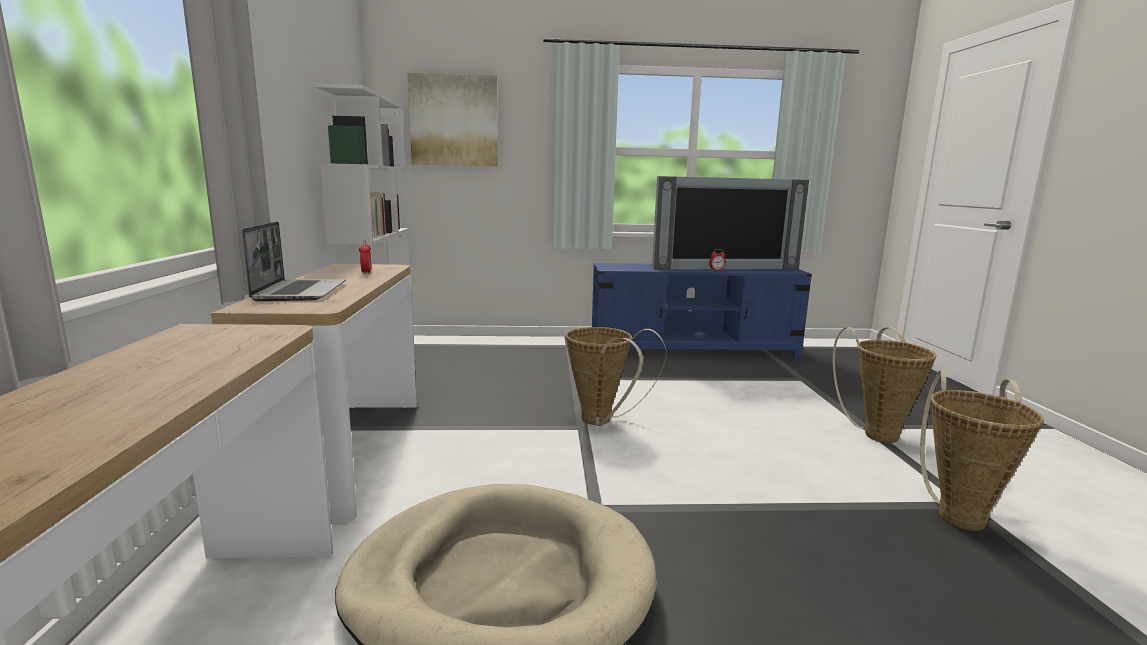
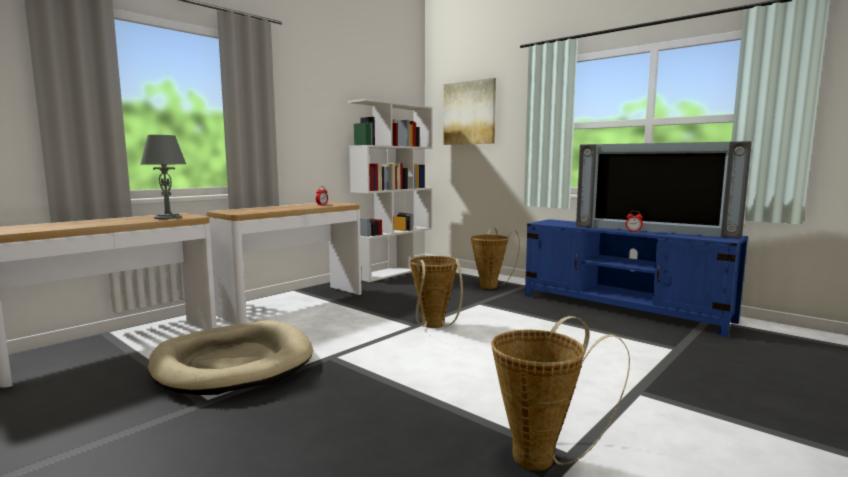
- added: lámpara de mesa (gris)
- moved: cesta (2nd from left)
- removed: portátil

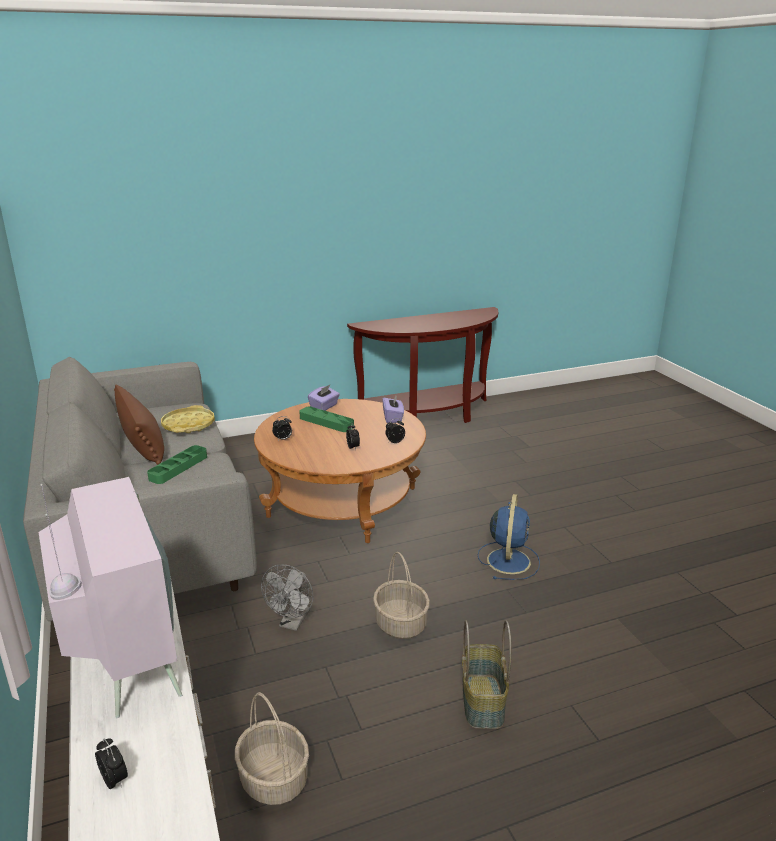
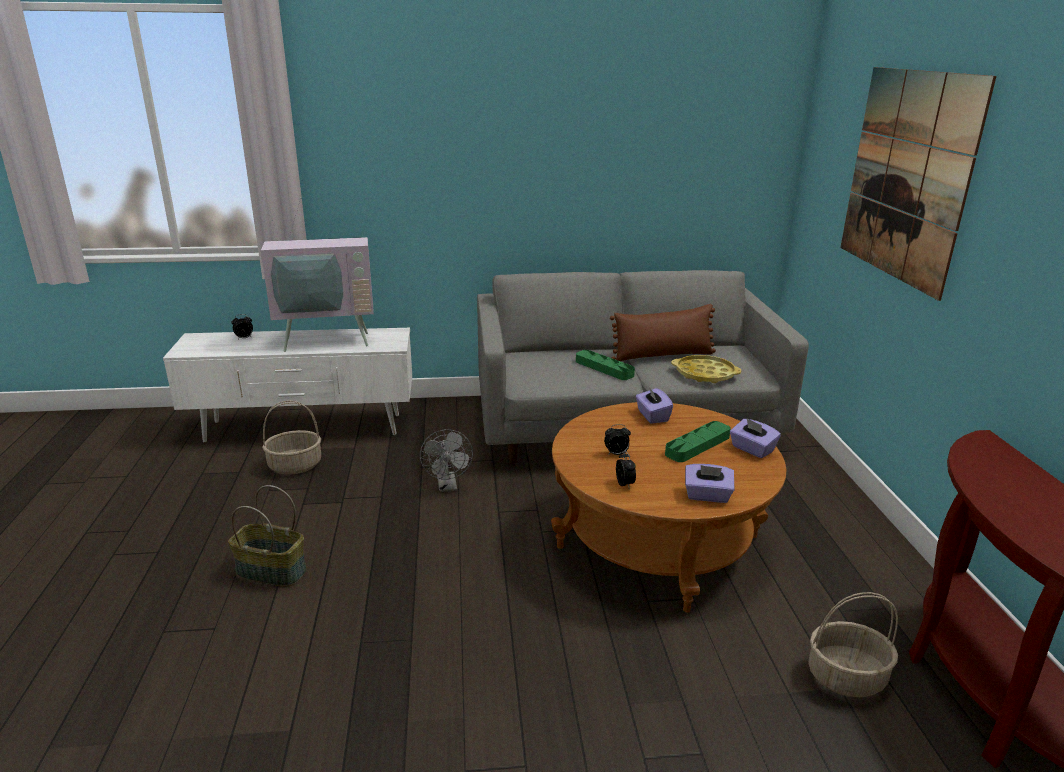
- turned: ventilador (gris) 135 degrees counterclockwise
- replaced: despertador (2nd from left) to caja de pañuelos (morado) (1st from left)
- moved: cesta (2nd from left in the first image) to cesta (3rd from left)
- added: cuadro
- removed: ventilador (azul)

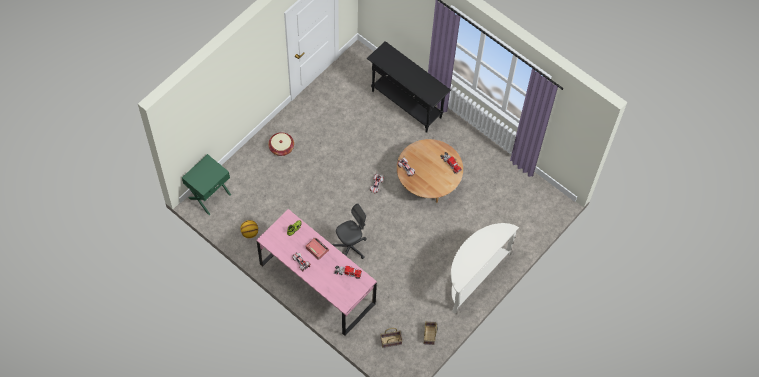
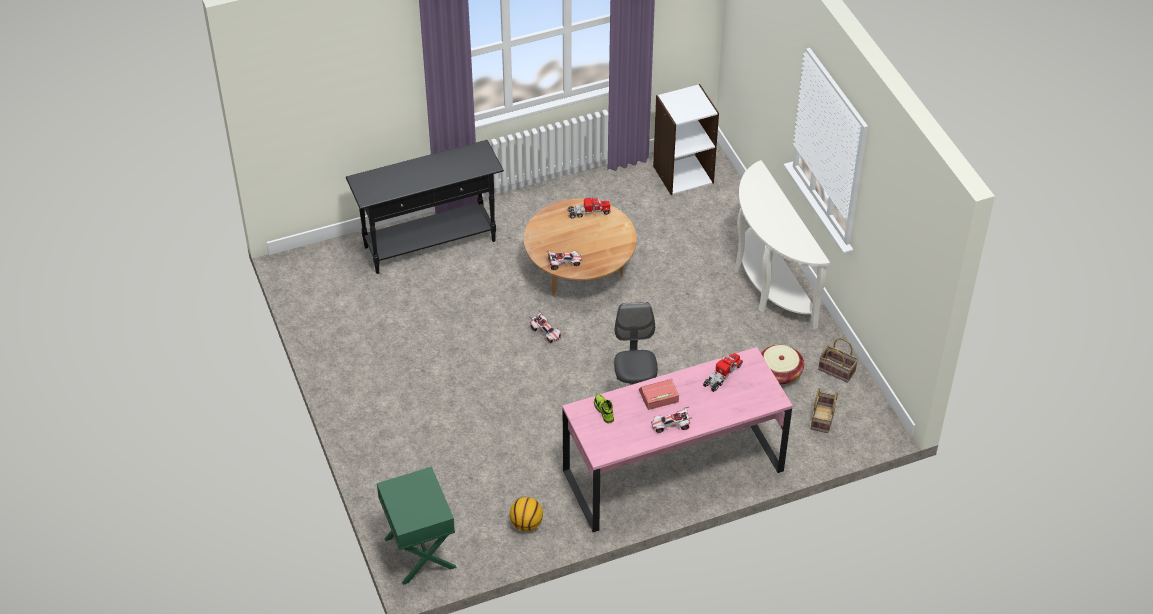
- added: estantería (blanco)
- moved: cesta (1st from left)

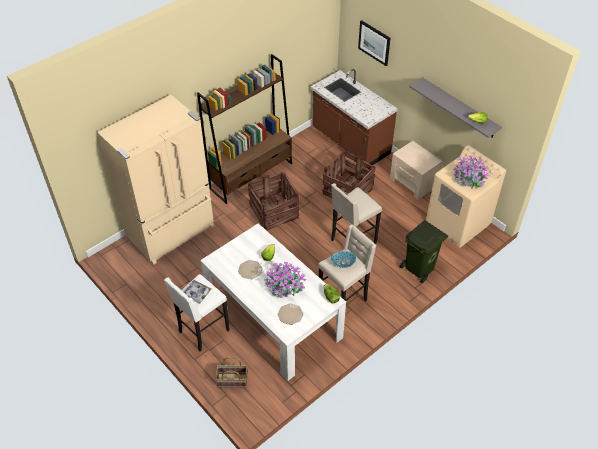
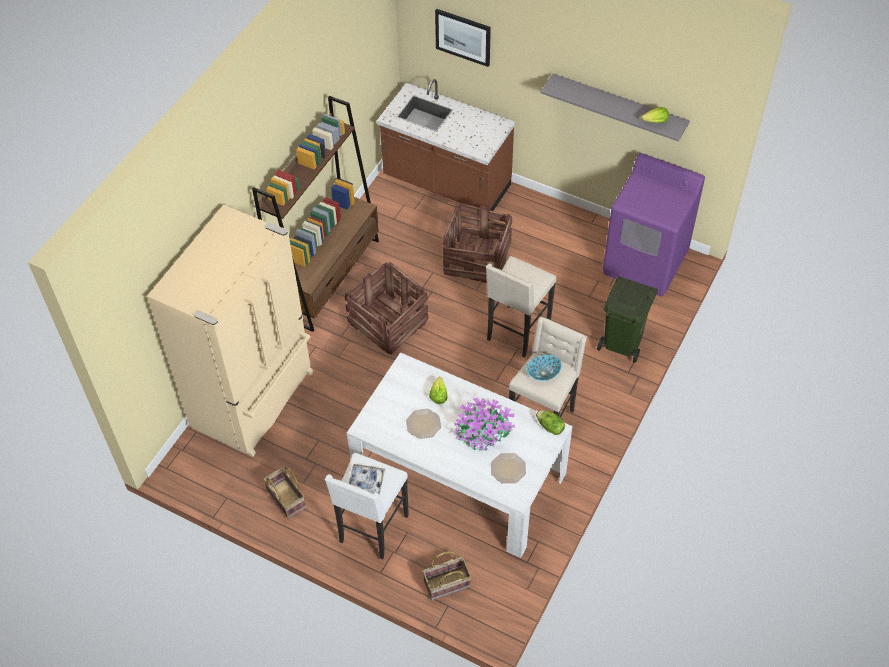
- added: cesta (1st from left)
- recoloured: lavadora (beis) to lavadora (morado)
- removed: mesita de noche (beis)
- removed: planta en maceta (2nd from left)

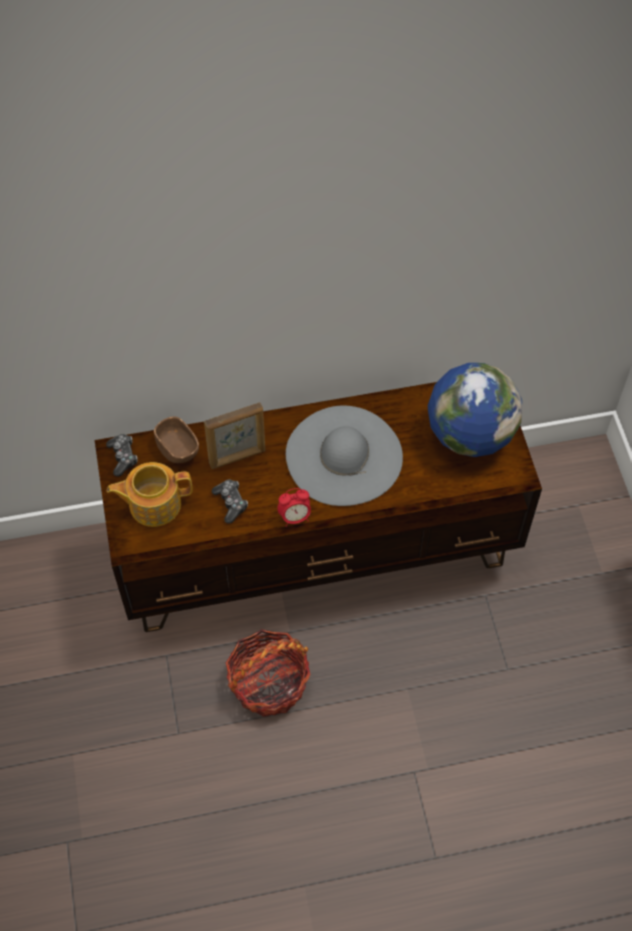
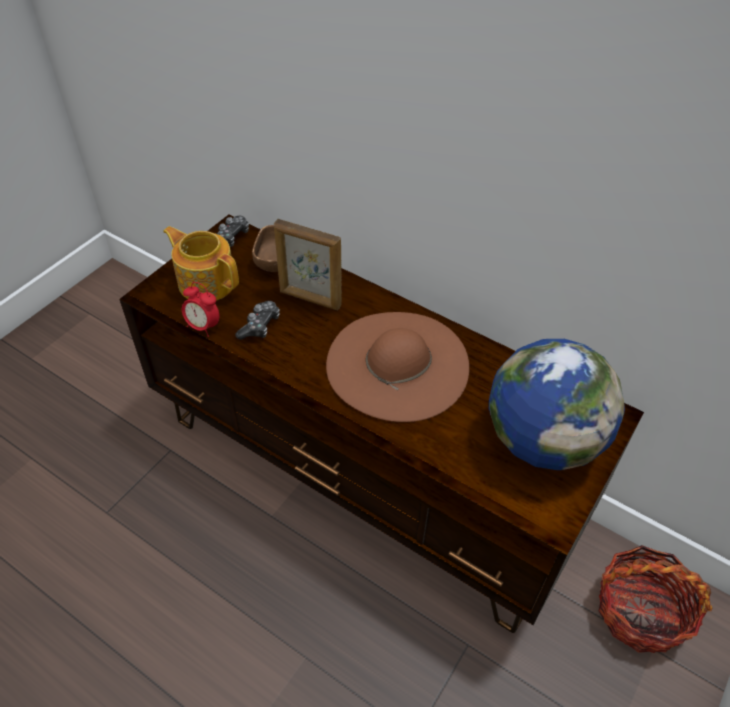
- moved: despertador
- recoloured: sombrero (gris) to sombrero (marrón)
- moved: cesta

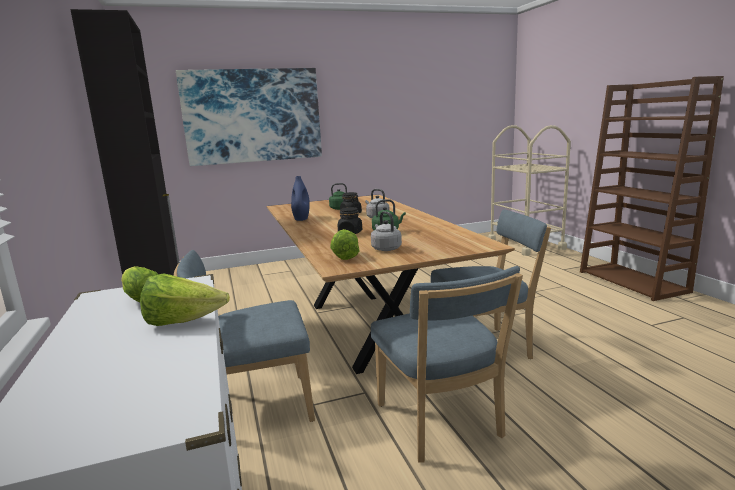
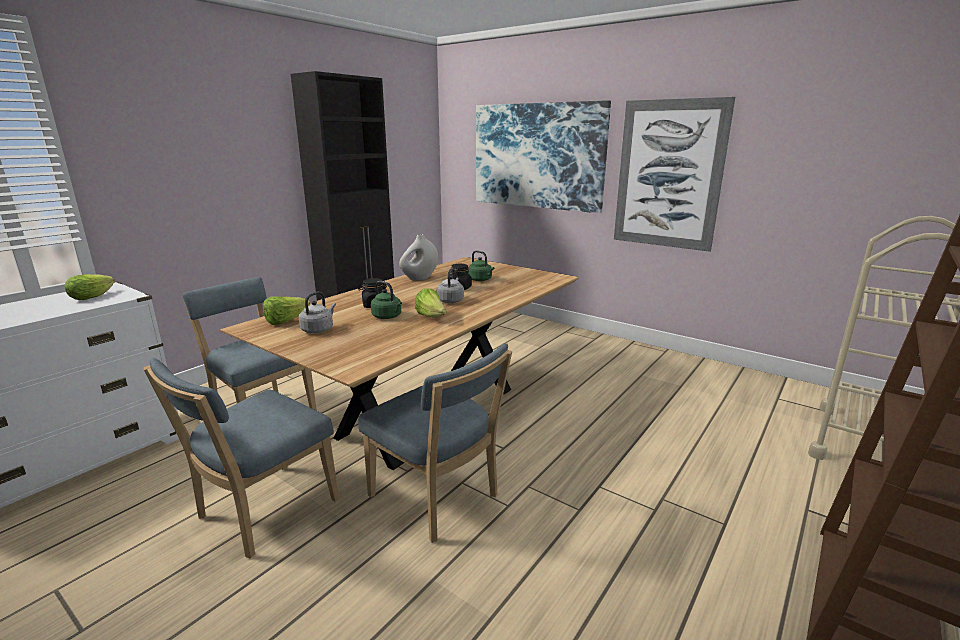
- recoloured: florero (azul) to florero (blanco)
- moved: lechuga (2nd from left in the first image) to lechuga (3rd from left)
- added: cuadro (2nd from left)

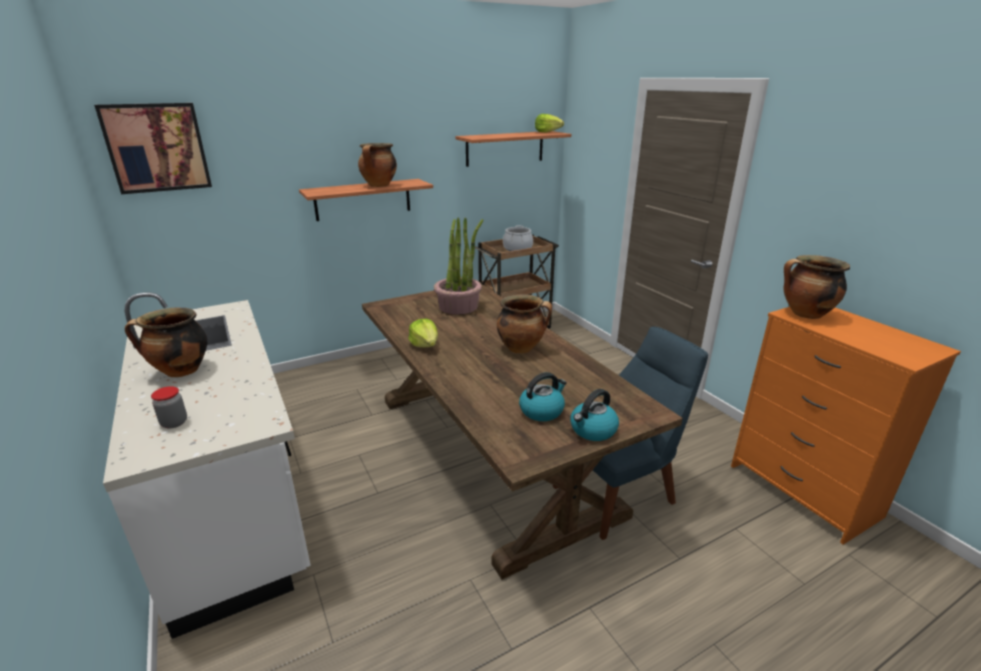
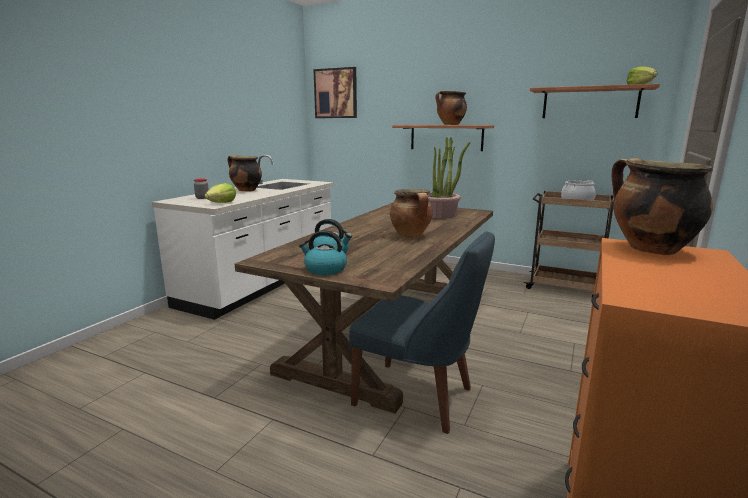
- moved: lechuga (1st from left)

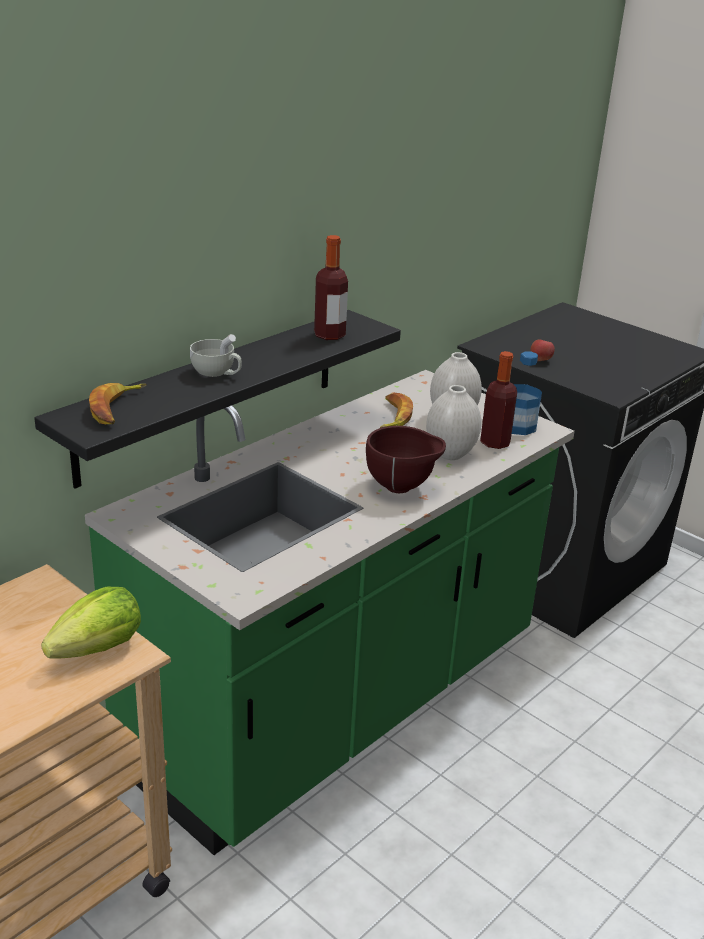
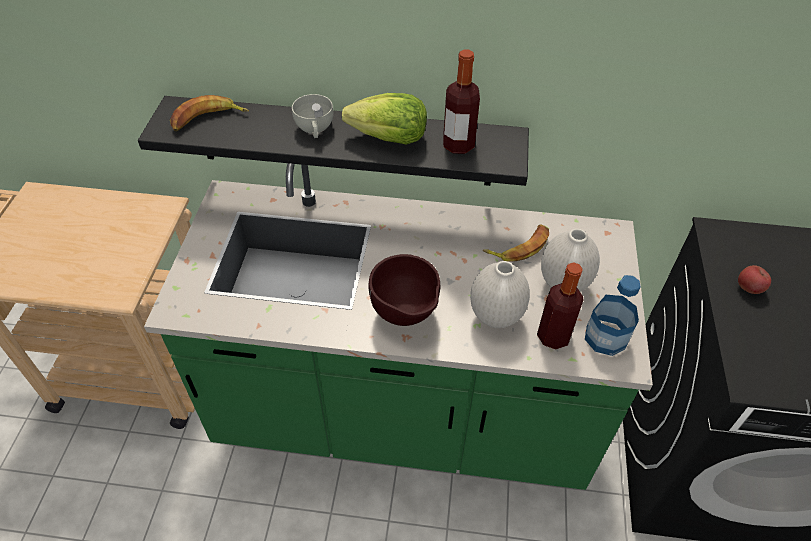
- moved: lechuga

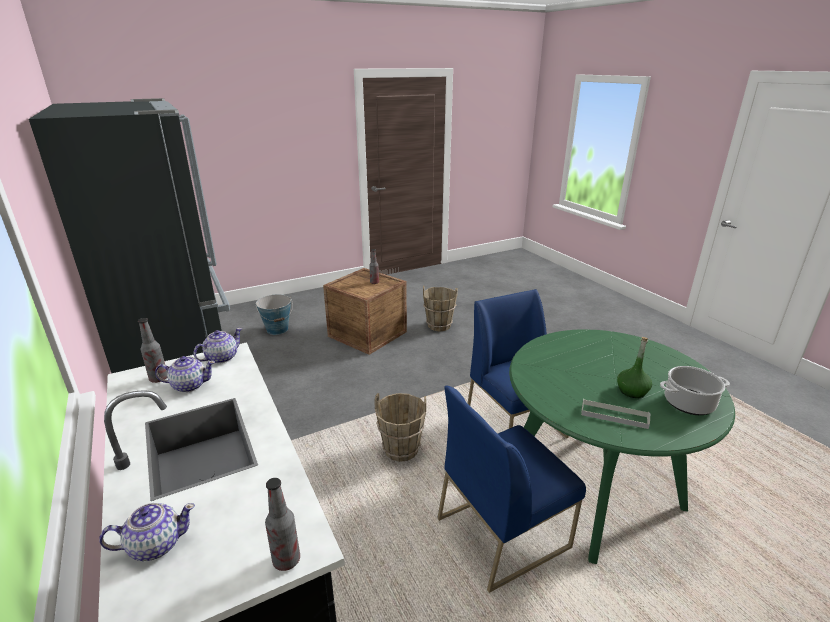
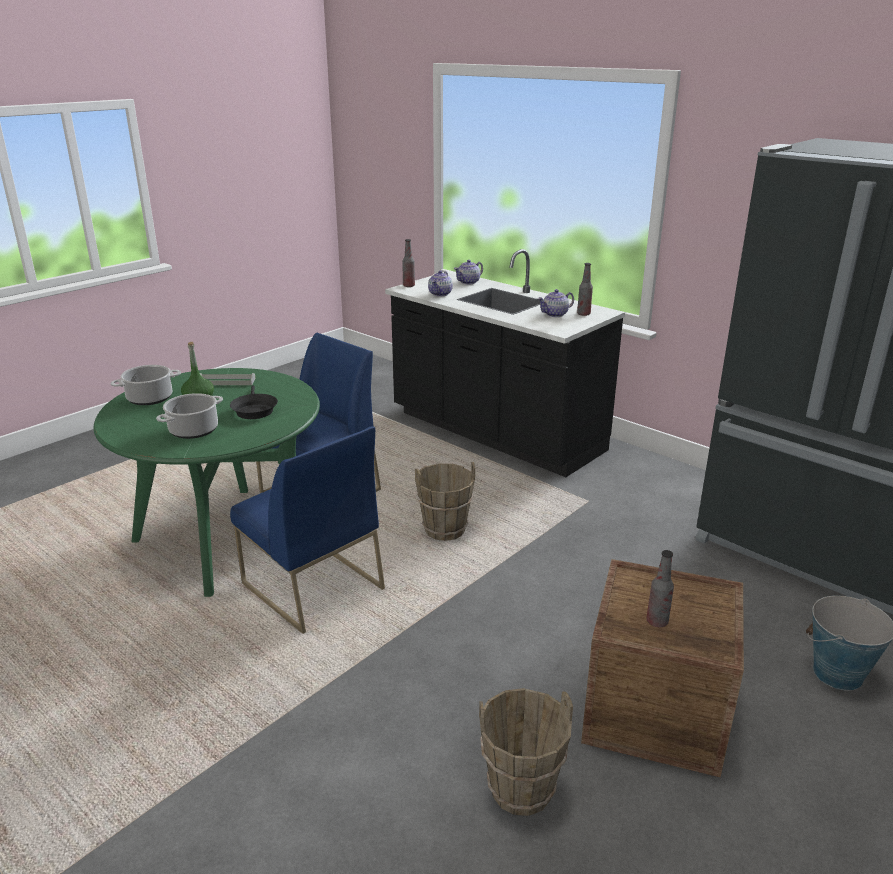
- added: olla (2nd from left)
- added: sartén (negro)
- moved: tetera (3rd from left in the first image) to tetera (1st from left)

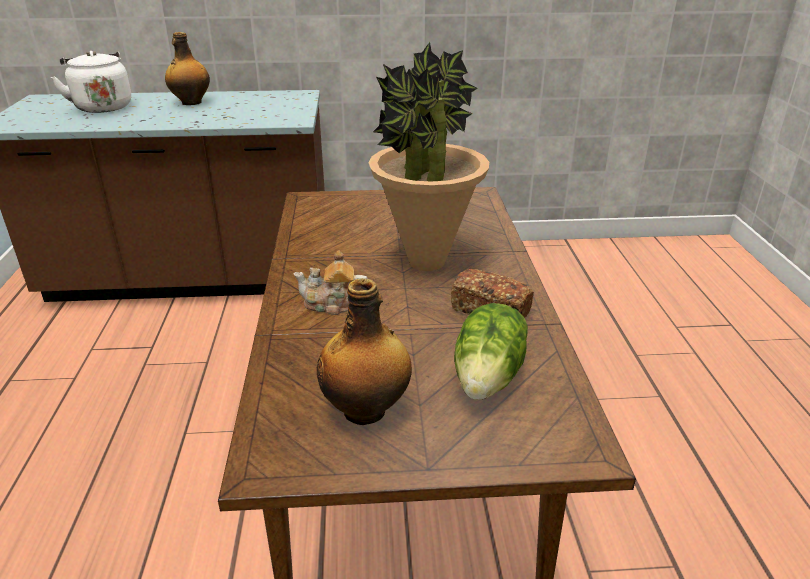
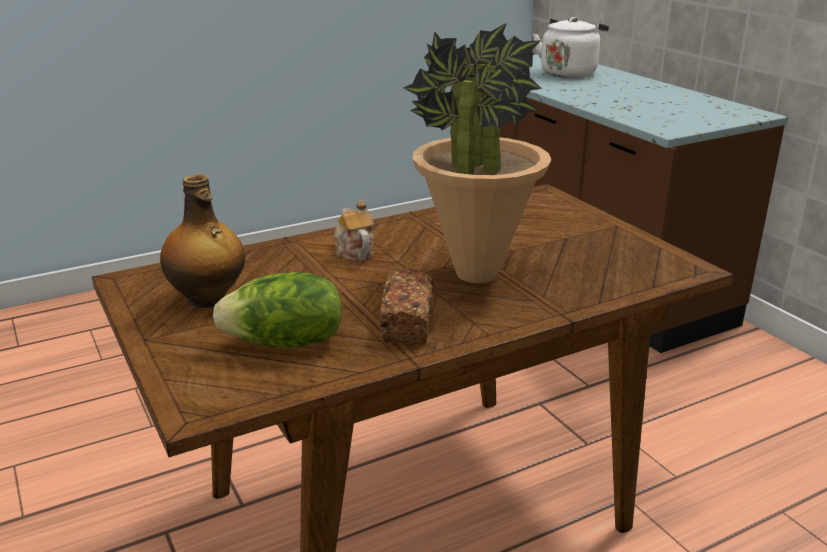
- removed: botella (1st from left)

